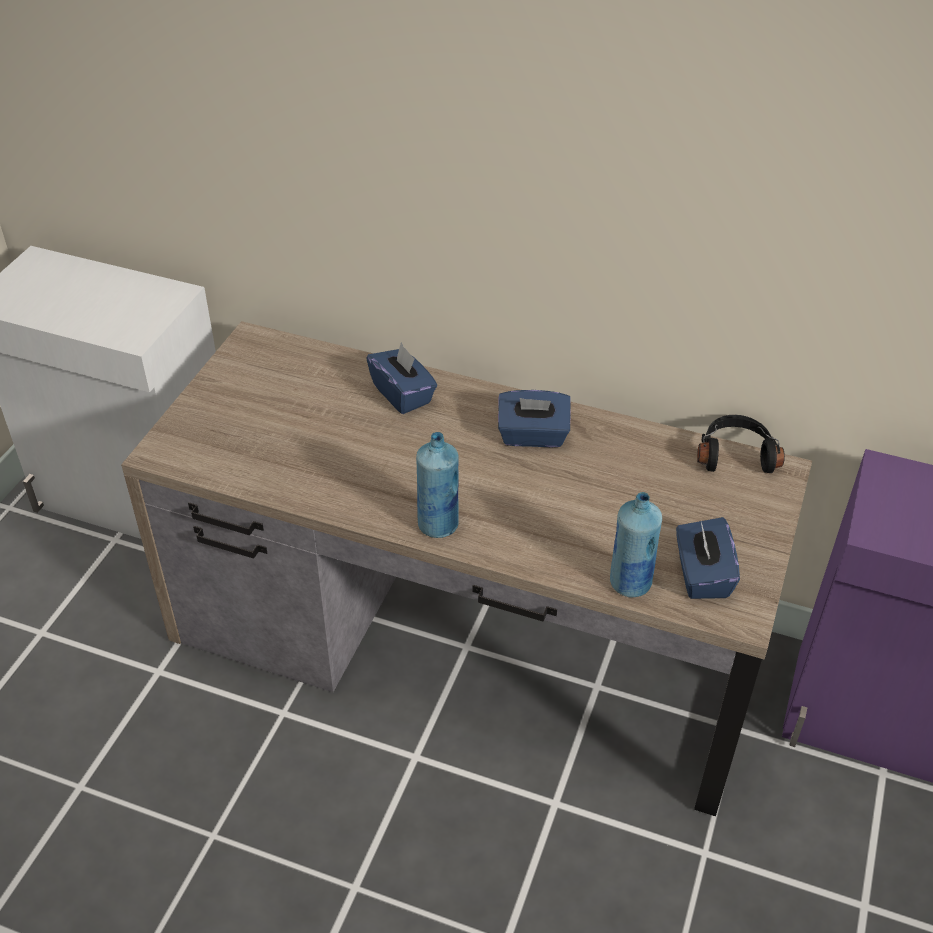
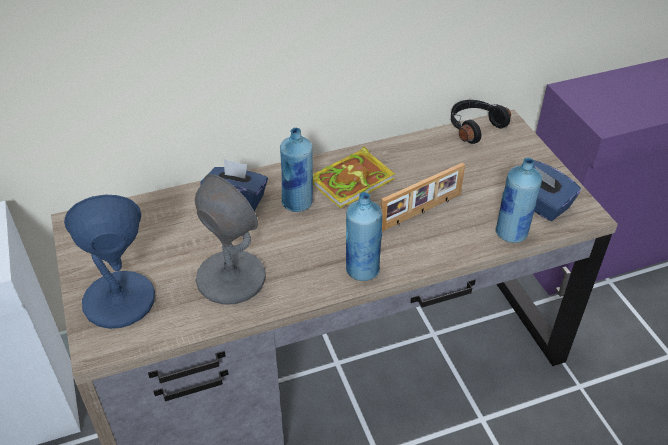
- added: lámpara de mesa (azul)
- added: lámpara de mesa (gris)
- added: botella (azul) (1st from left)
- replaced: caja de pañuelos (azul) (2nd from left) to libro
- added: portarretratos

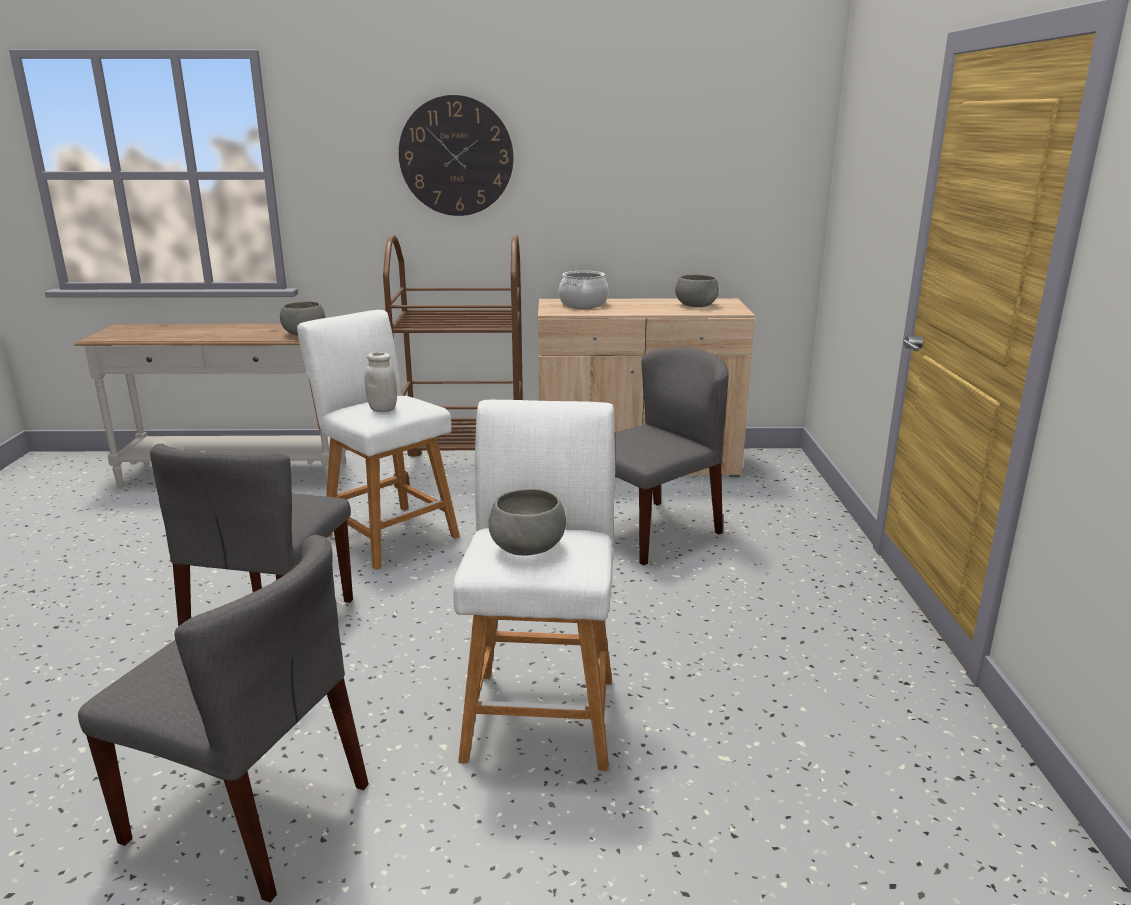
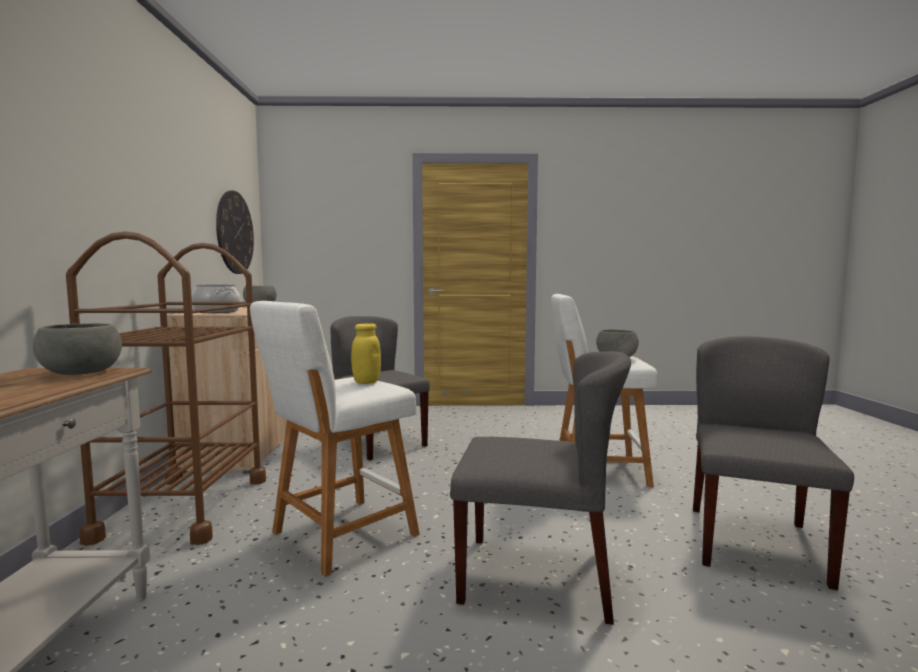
- moved: reloj de pared
- recoloured: tarro (blanco) to tarro (amarillo)

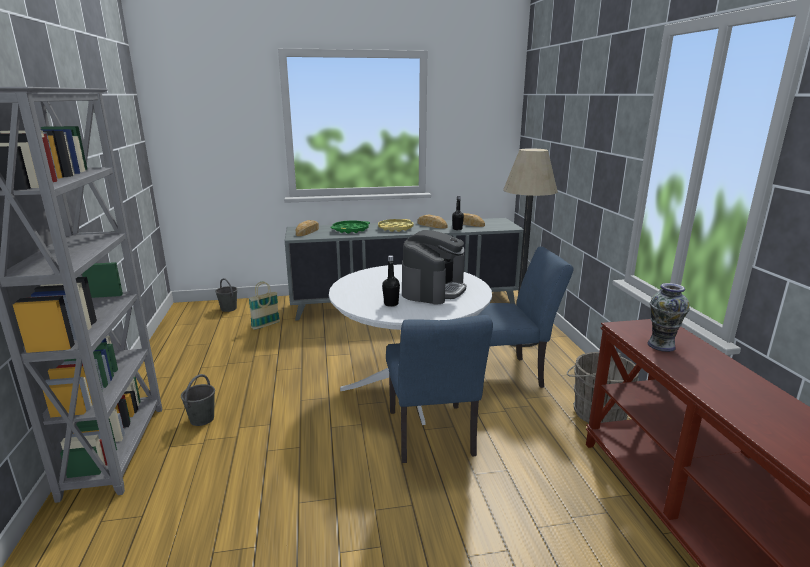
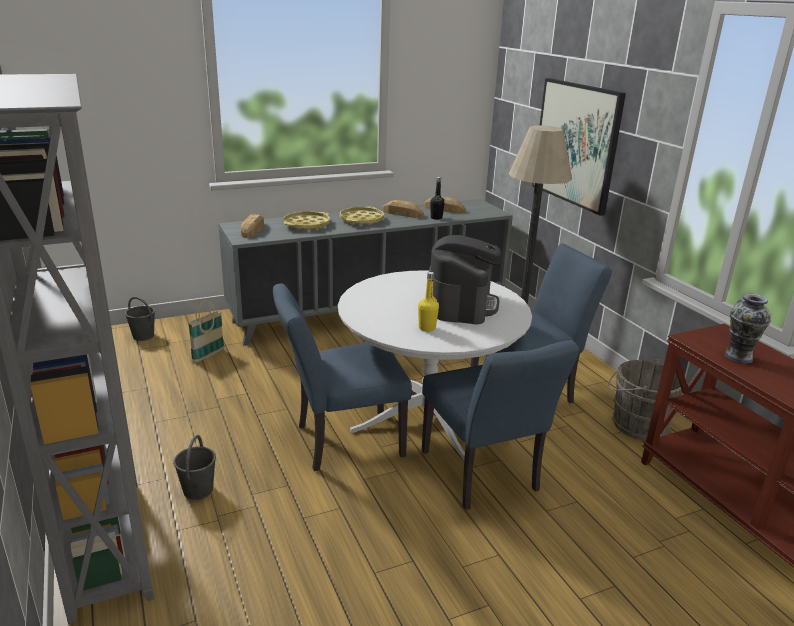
- added: silla (azul) (1st from left)
- recoloured: bandeja (verde) to bandeja (amarillo) (1st from left)
- recoloured: botella (negro) (1st from left) to botella (amarillo)
- added: cuadro

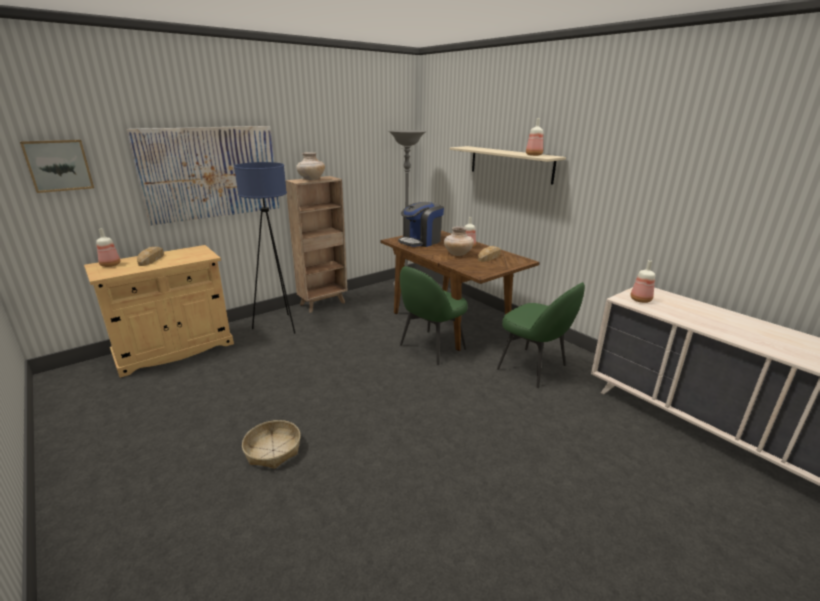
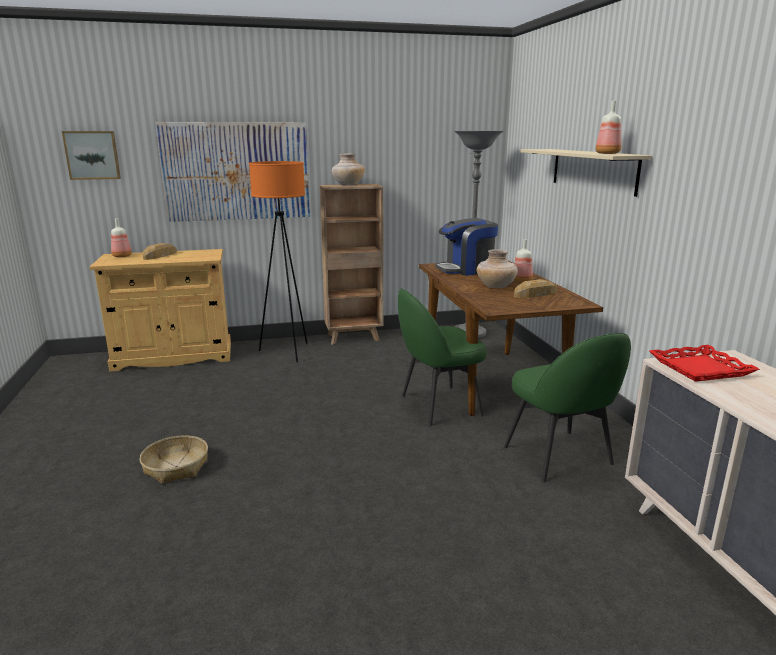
- recoloured: lámpara de pie (azul) to lámpara de pie (naranja)
- replaced: botella (4th from left) to bandeja (rojo)

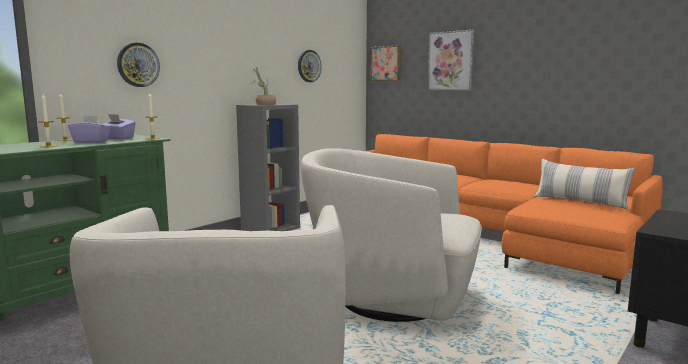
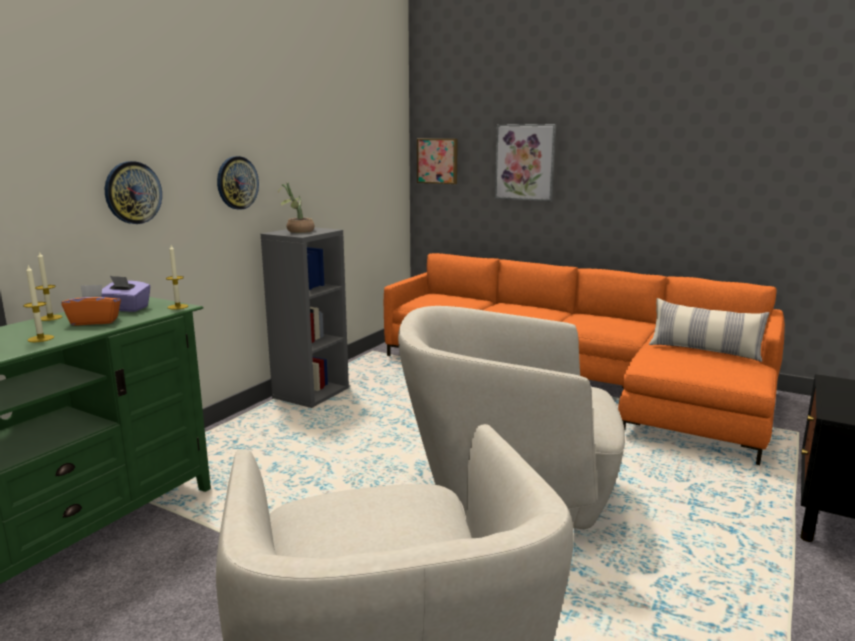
- recoloured: caja de pañuelos (morado) (1st from left) to caja de pañuelos (naranja)
- moved: reloj de pared (2nd from left)

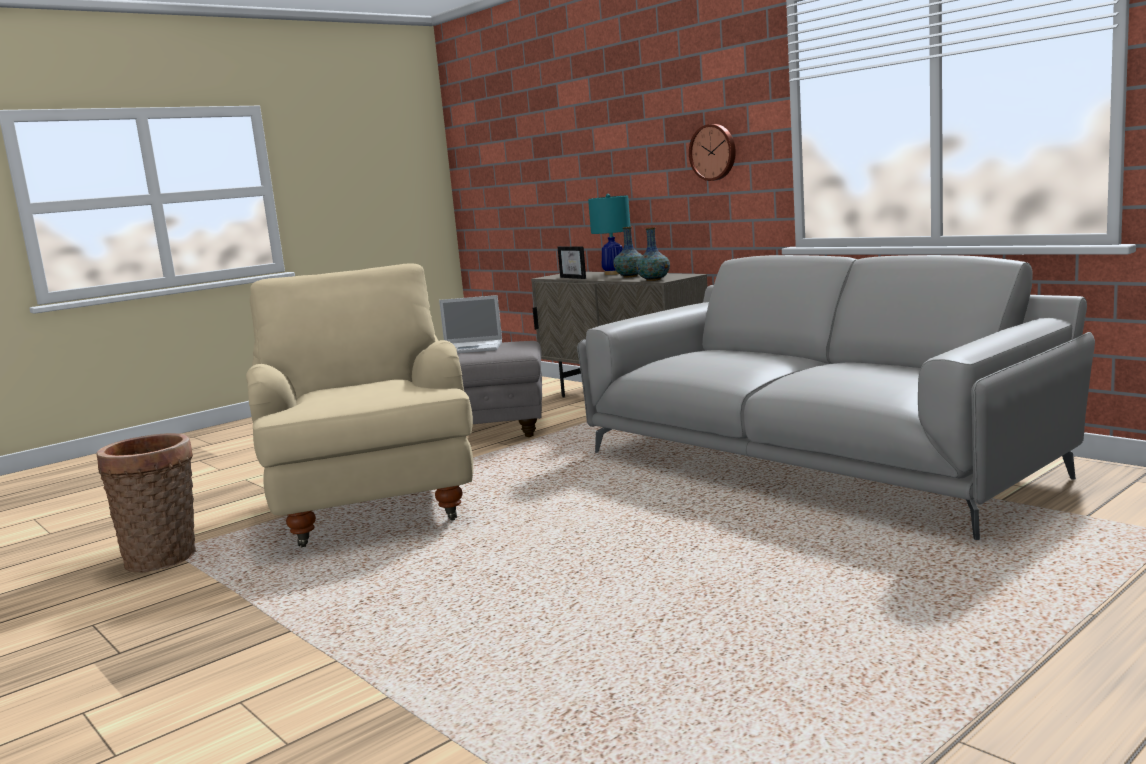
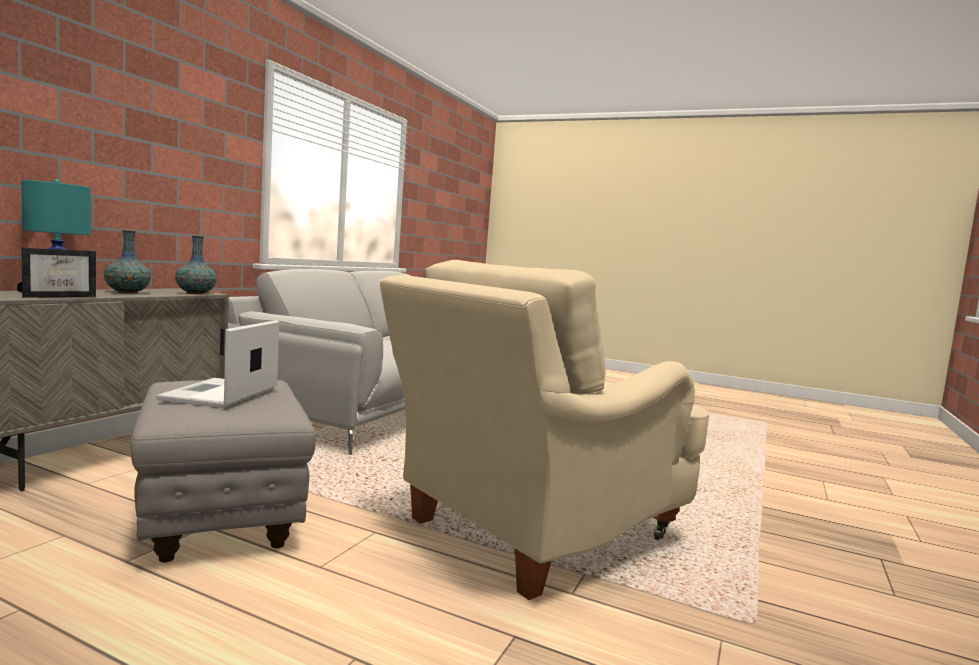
- turned: portátil 150 degrees counterclockwise
- removed: cesta
- removed: reloj de pared

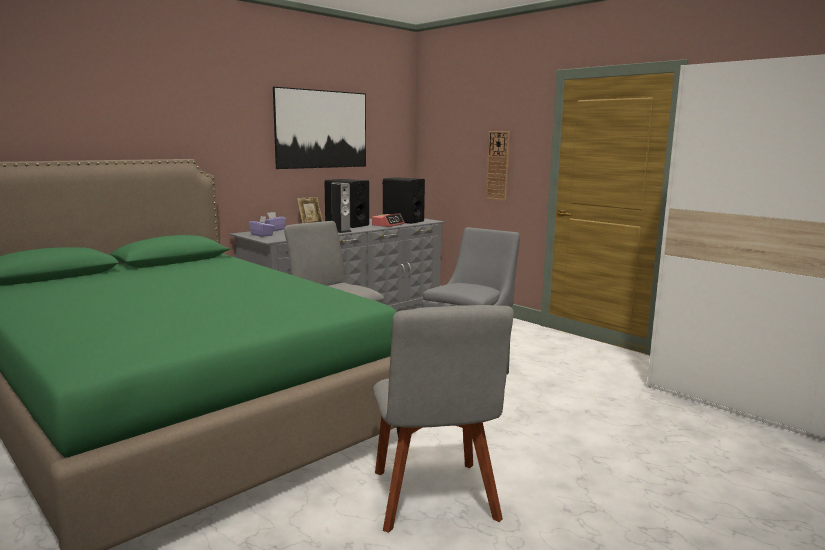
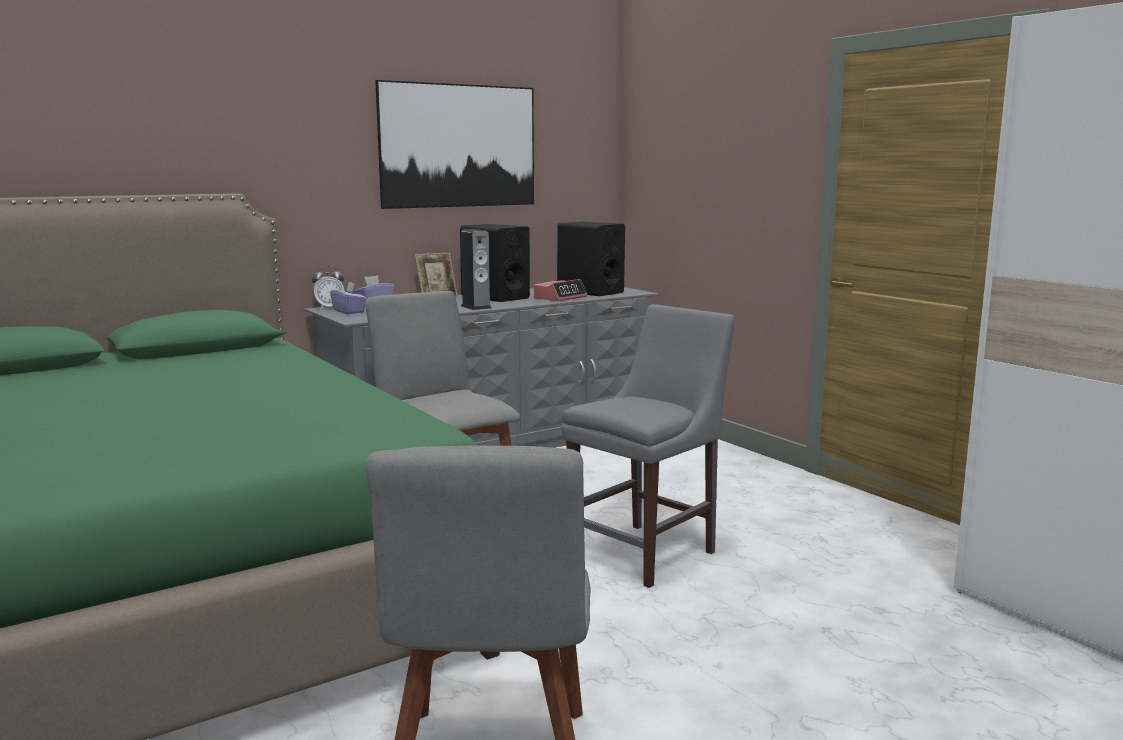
- added: despertador (1st from left)
- removed: reloj de pared

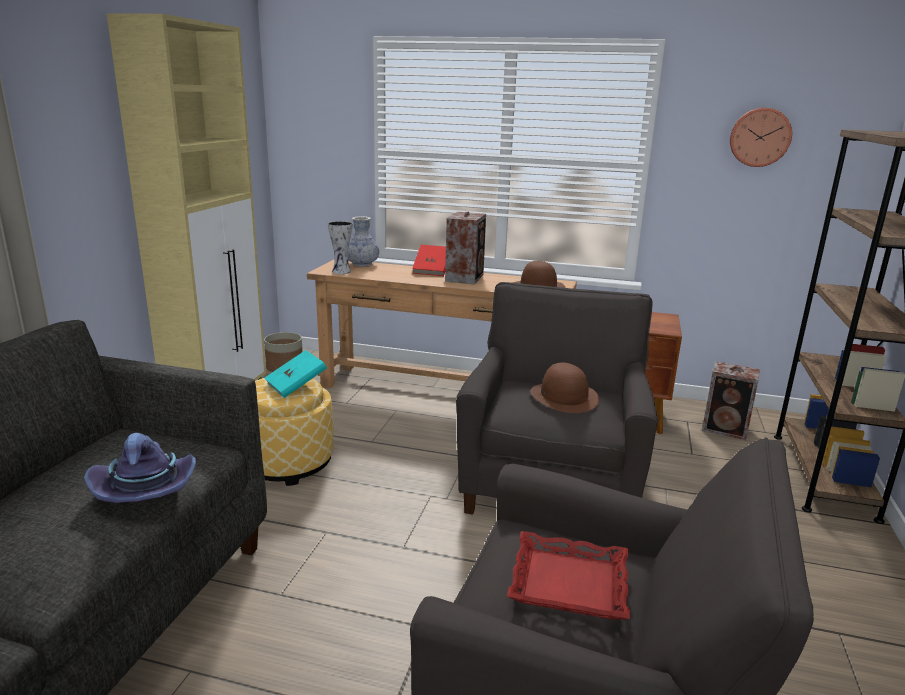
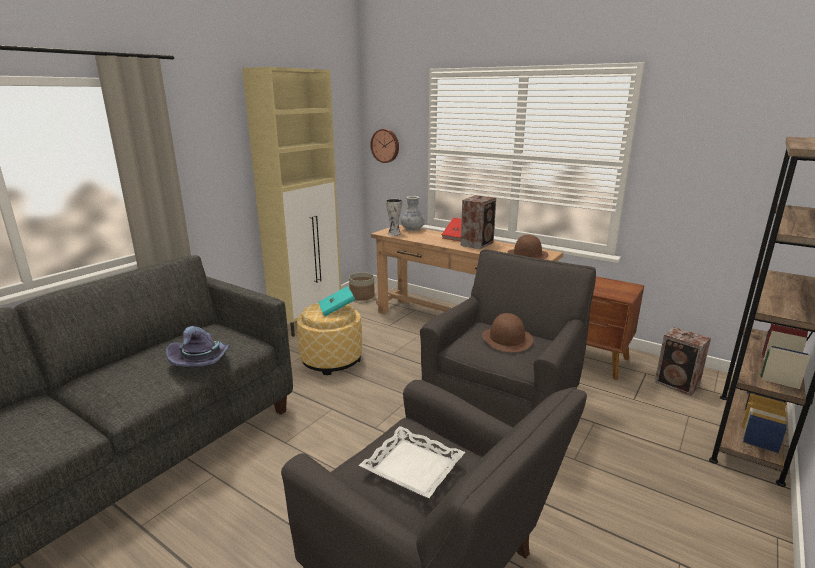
- recoloured: bandeja (rojo) to bandeja (blanco)
- moved: reloj de pared

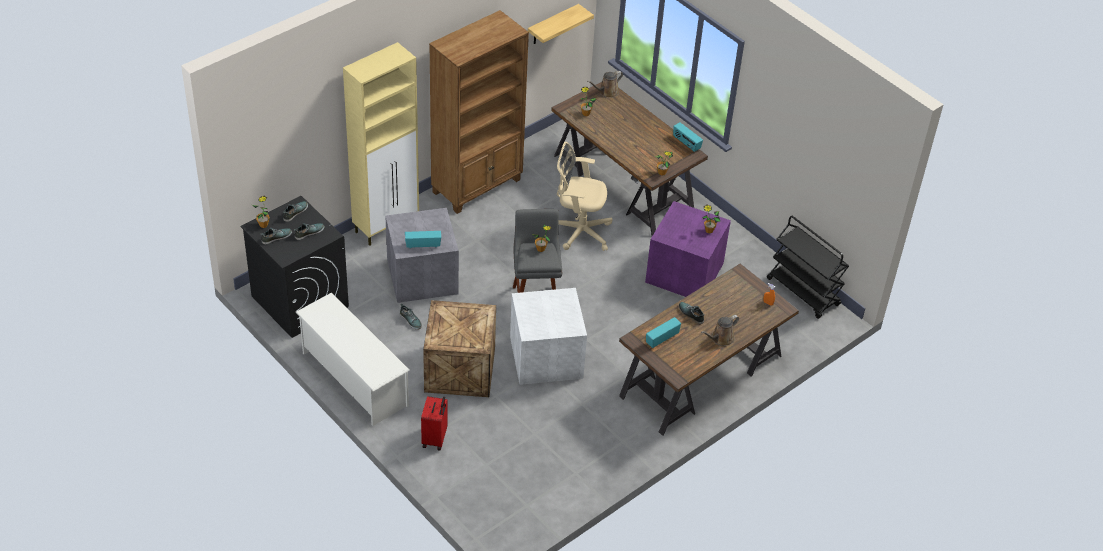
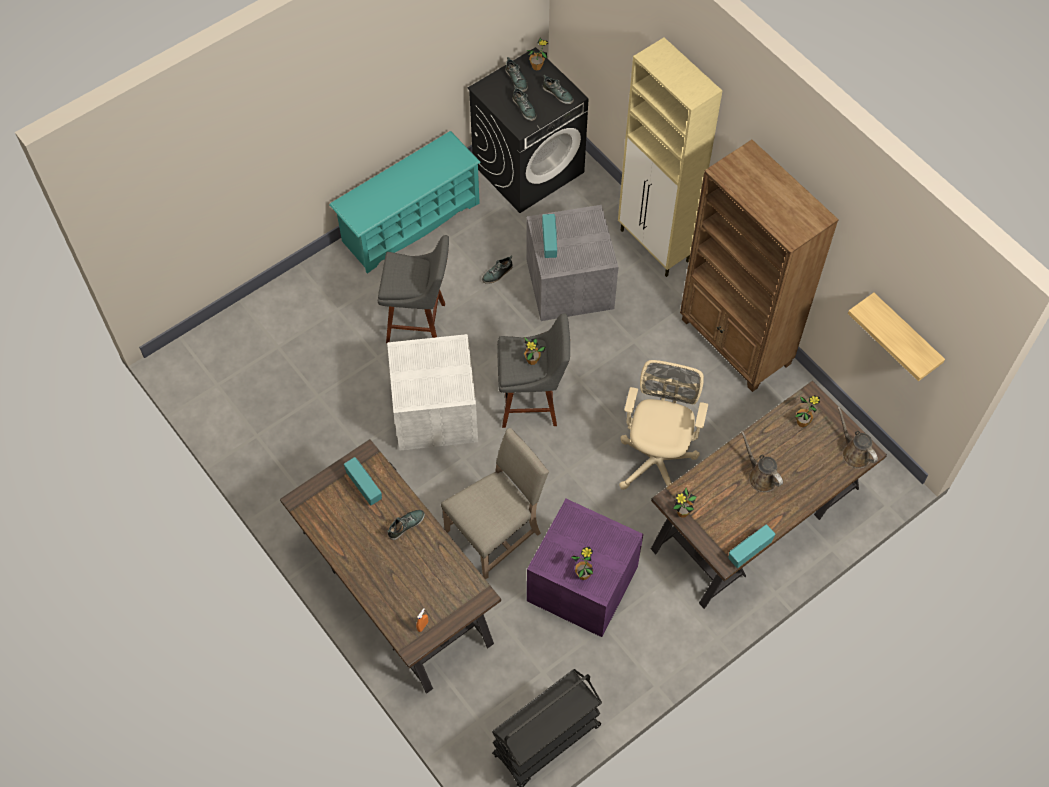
- recoloured: zapatero (blanco) to zapatero (turquesa)
- replaced: caja de embalaje to taburete (gris) (1st from left)
- added: silla (beis)
- moved: regadera (marrón) (2nd from left in the first image) to regadera (marrón) (1st from left)
- removed: maleta (rojo)

